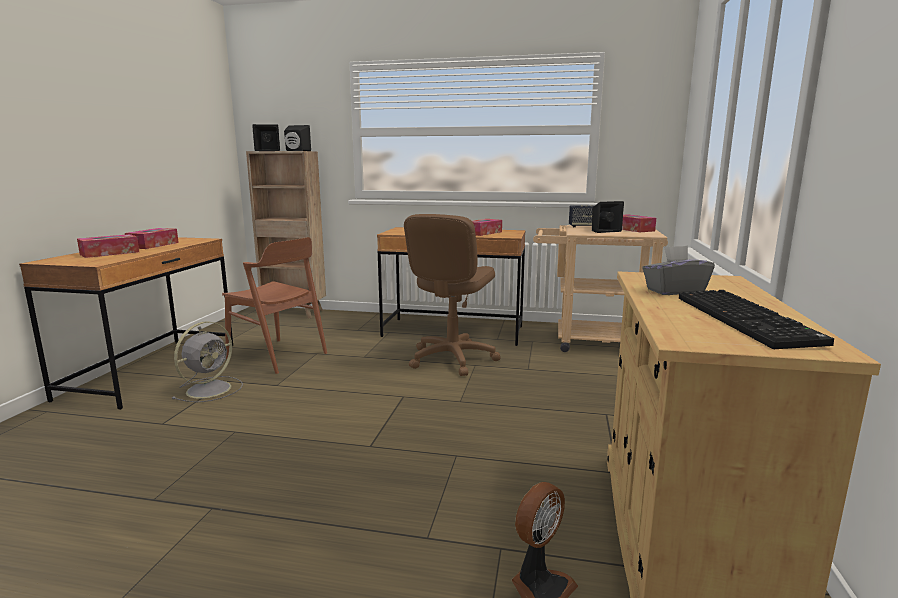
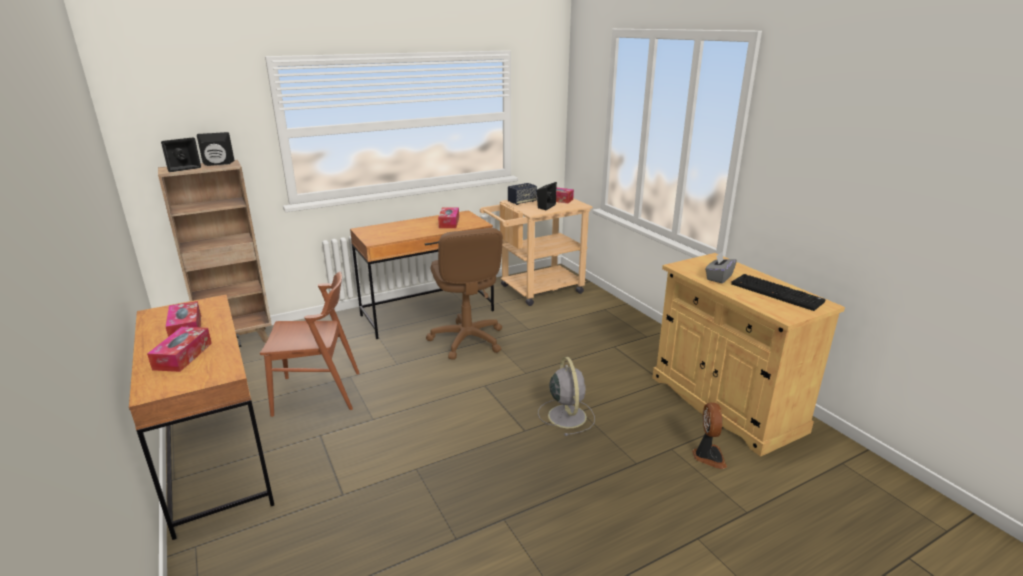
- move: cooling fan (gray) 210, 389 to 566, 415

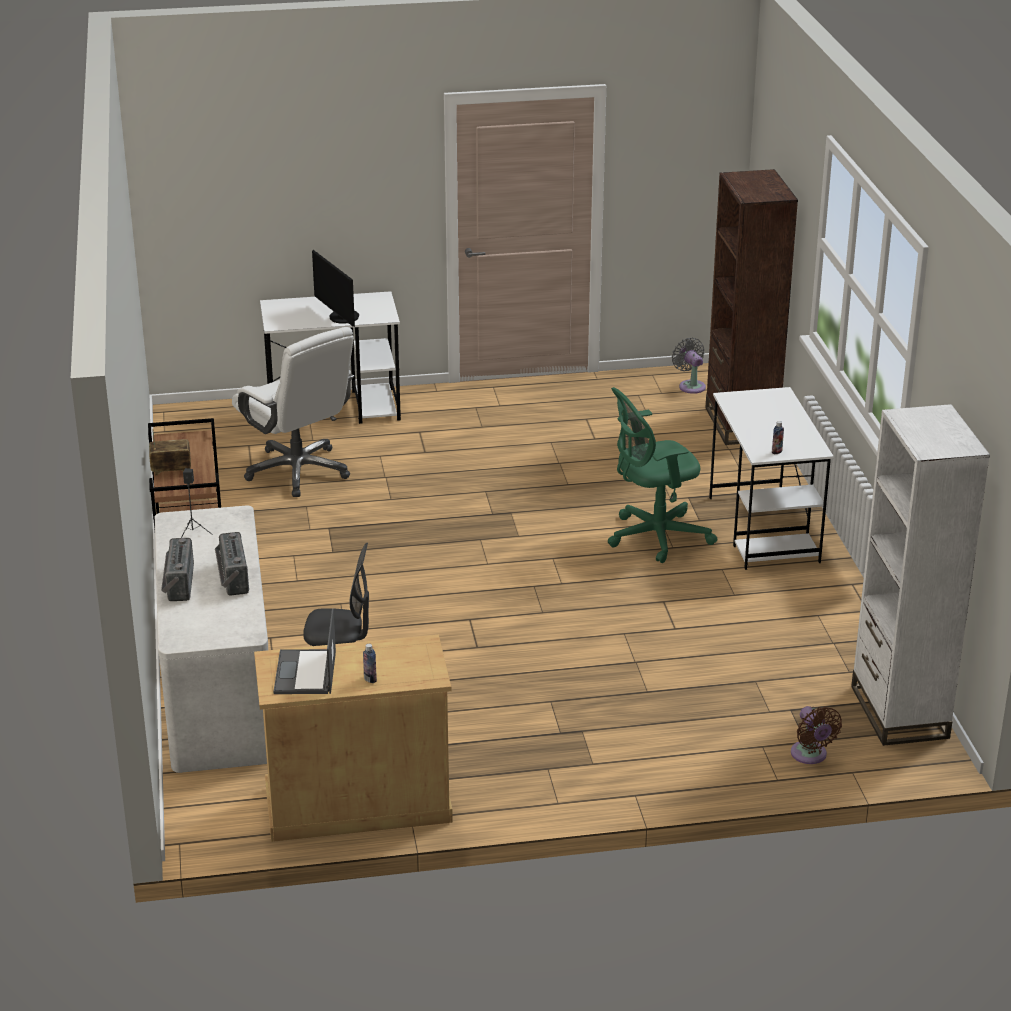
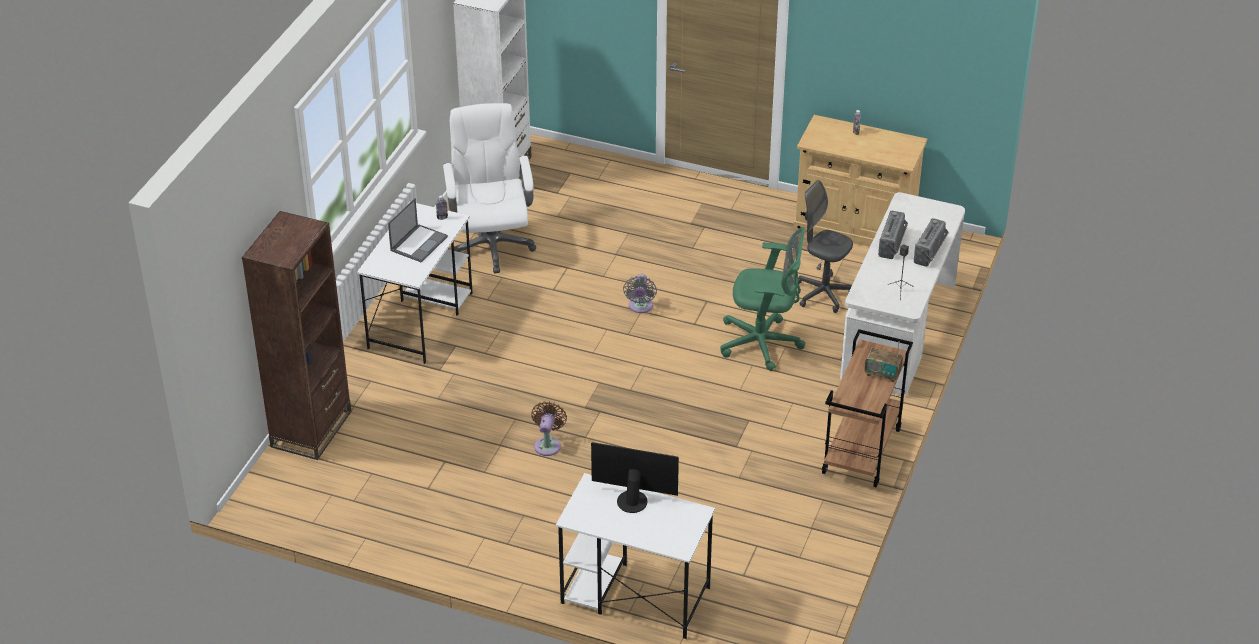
- rotate: computer display 341, 318 = 632, 499 75 degrees counterclockwise
- move: desk chair (whitish) 298, 471 to 491, 245
- move: cooling fan (gray) 690, 386 to 640, 307
- move: desk chair (greenish) 654, 537 to 763, 343
- move: portable computer 305, 673 to 419, 243
- move: cooling fan (brown) 810, 755 to 548, 444

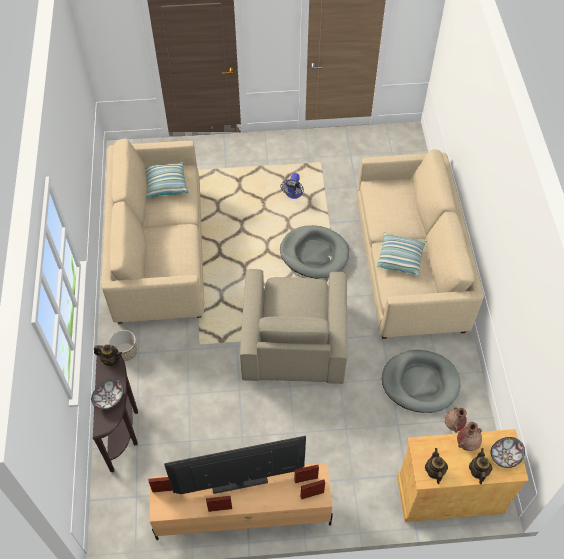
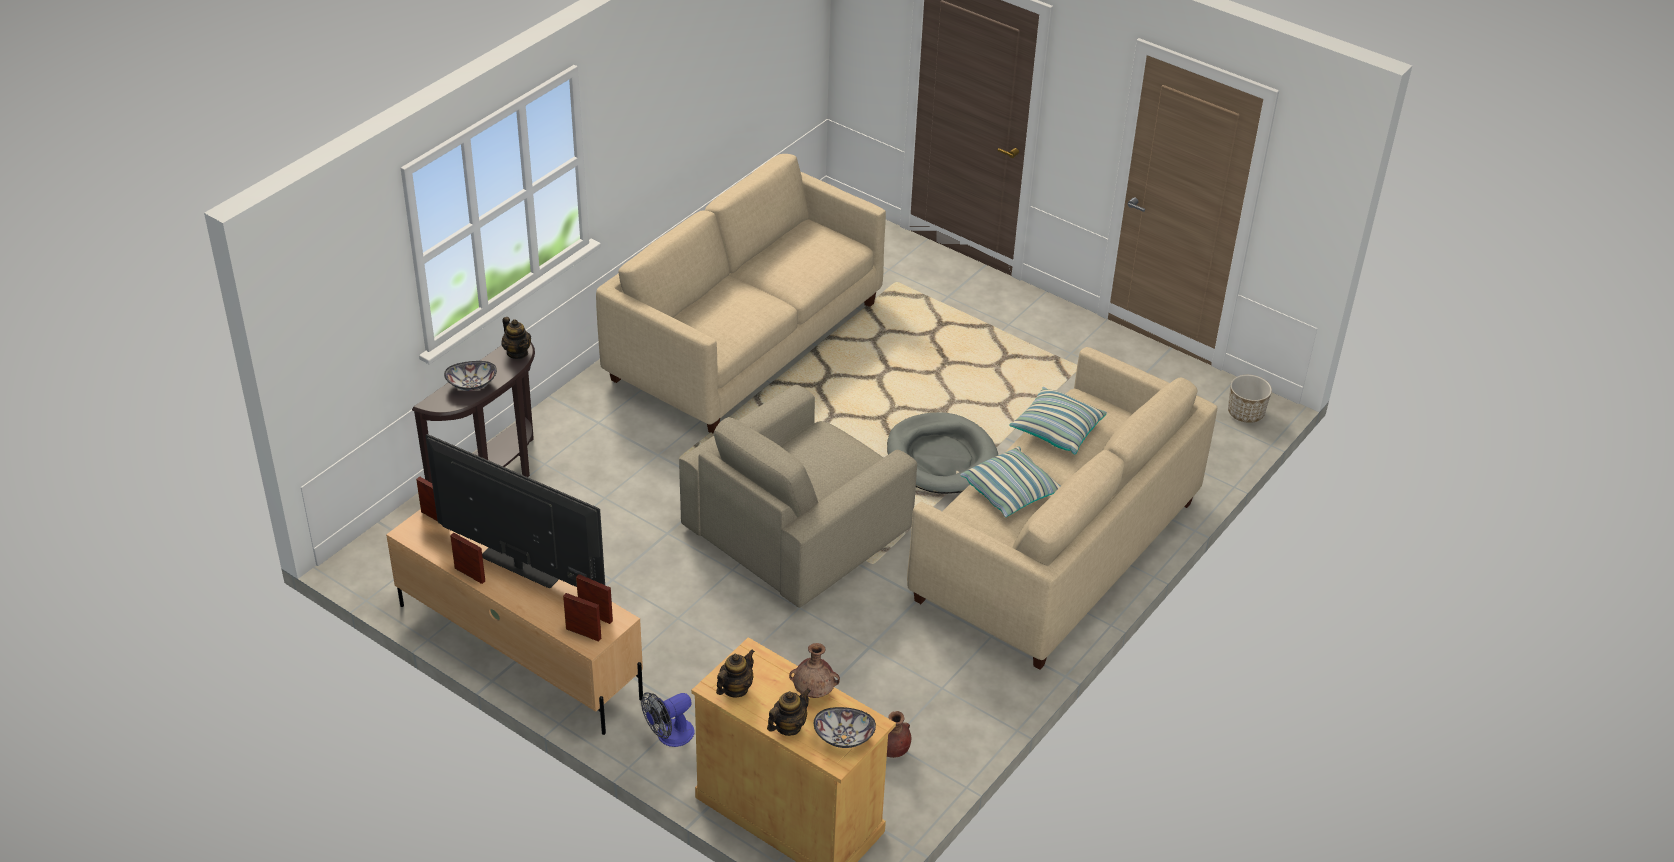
- move: pillow 166, 185 to 1056, 430
- move: cooling fan 293, 195 to 669, 736
- move: planter 125, 351 to 1245, 413
- delete: dog cushion (gray) 420, 382

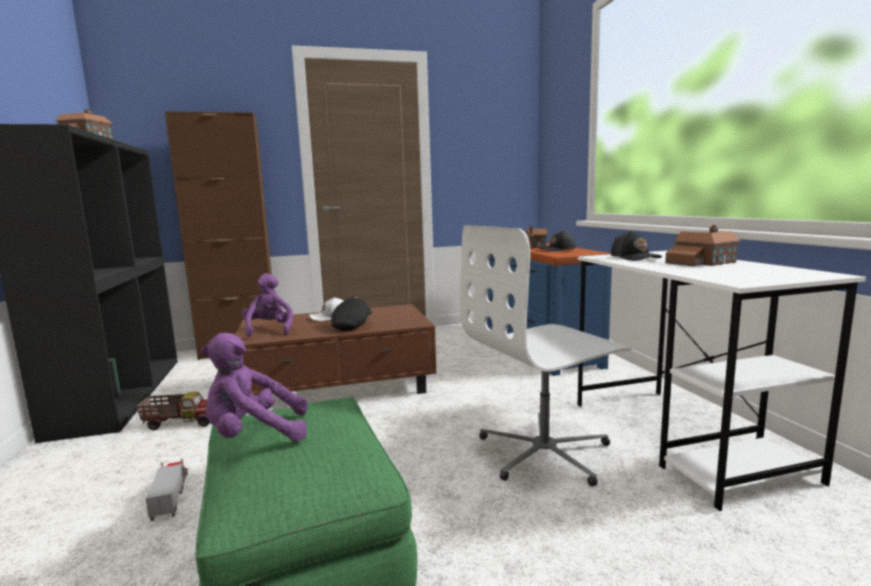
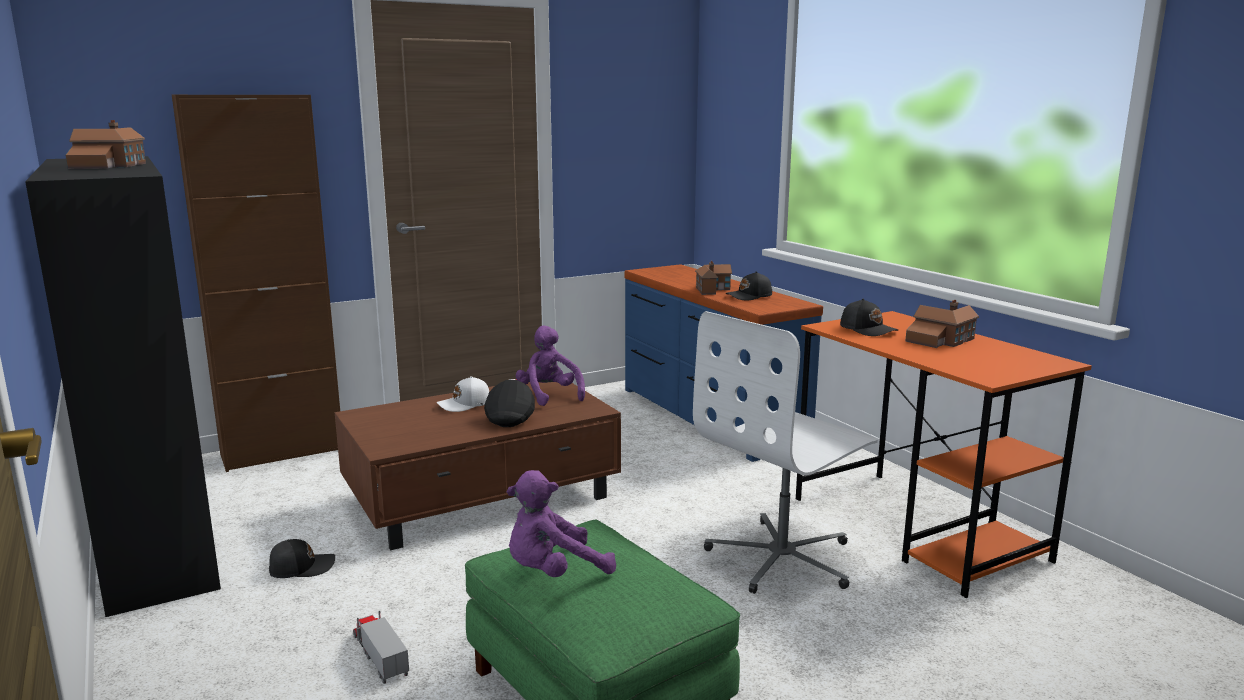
- recolor: desk (whitish) 683, 439 to desk (orange-coloured) 917, 529
- move: plush toy (purplish) 269, 330 to 549, 395
- replace: toy truck 182, 422 to baseball cap (blackish) 301, 567

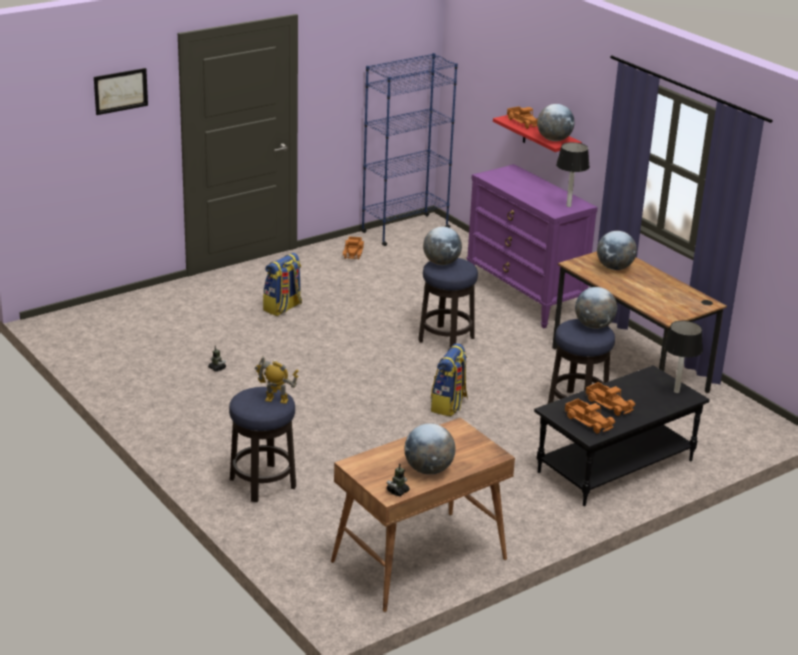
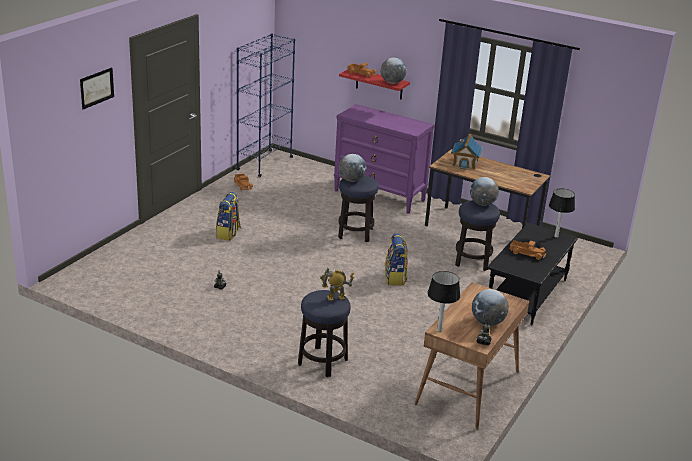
- move: tabletop lamp 568, 206 to 439, 330
- replace: world globe 614, 268 to toy house 465, 163
- delete: toy truck 589, 421

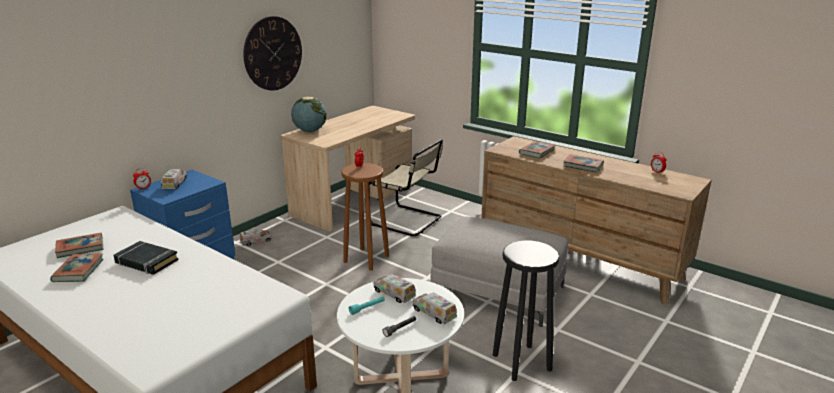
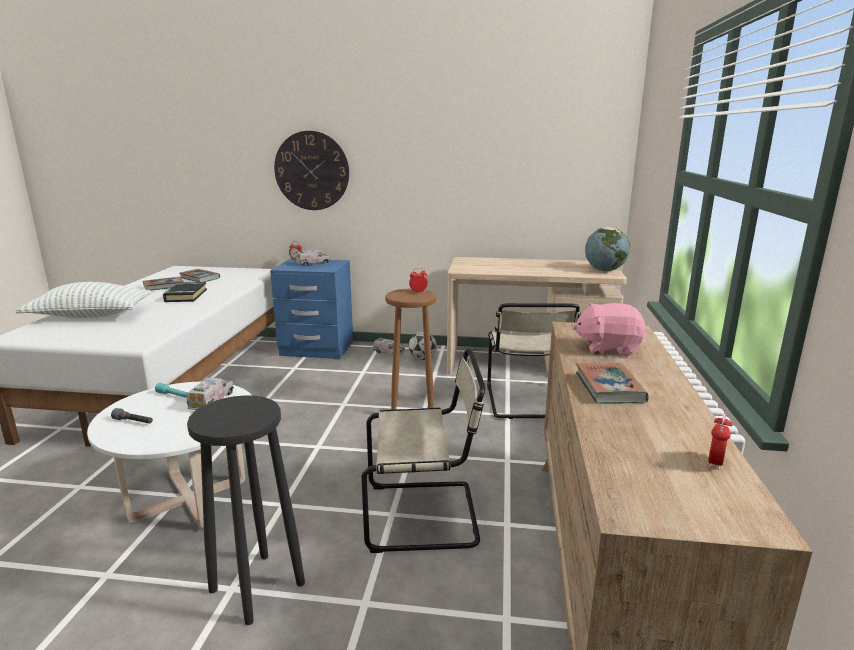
- move: clock on the wall 273, 53 to 312, 171
- move: world globe 310, 130 to 604, 270
- replace: book 536, 152 to plush toy (pinkish) 608, 348
- replace: footrest (gray) 498, 291 to chair (beige-coloured) 426, 515
- delete: toy truck 434, 313
- insert: pillow 90, 316
- insert: ball for football 422, 359

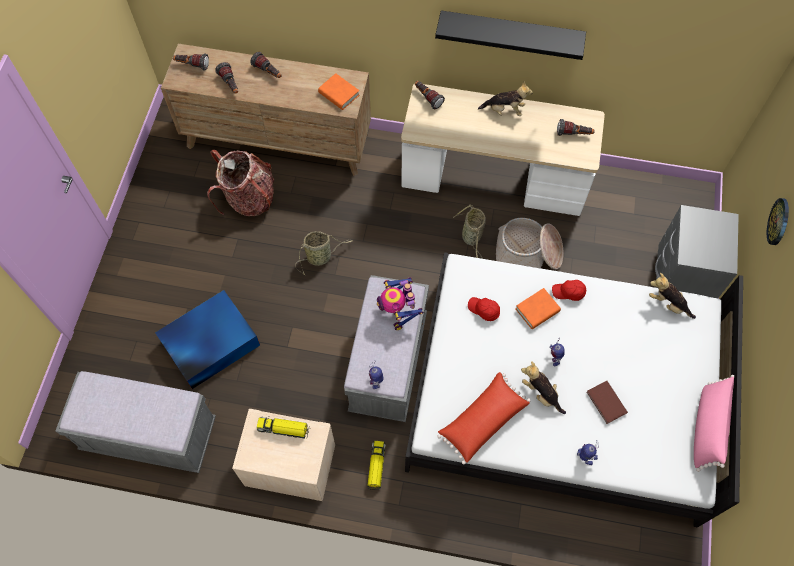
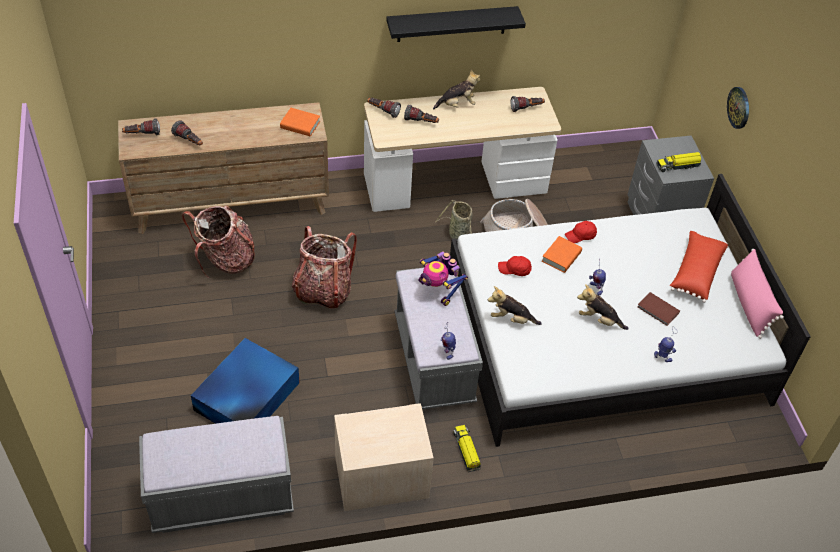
- move: torch 268, 72 to 421, 122
- replace: household basket 320, 257 to rucksack 323, 290
- move: plush toy 668, 304 to 511, 319
- move: pillow (red-coloured) 482, 420 to 695, 272
- move: toy truck 284, 429 to 678, 165

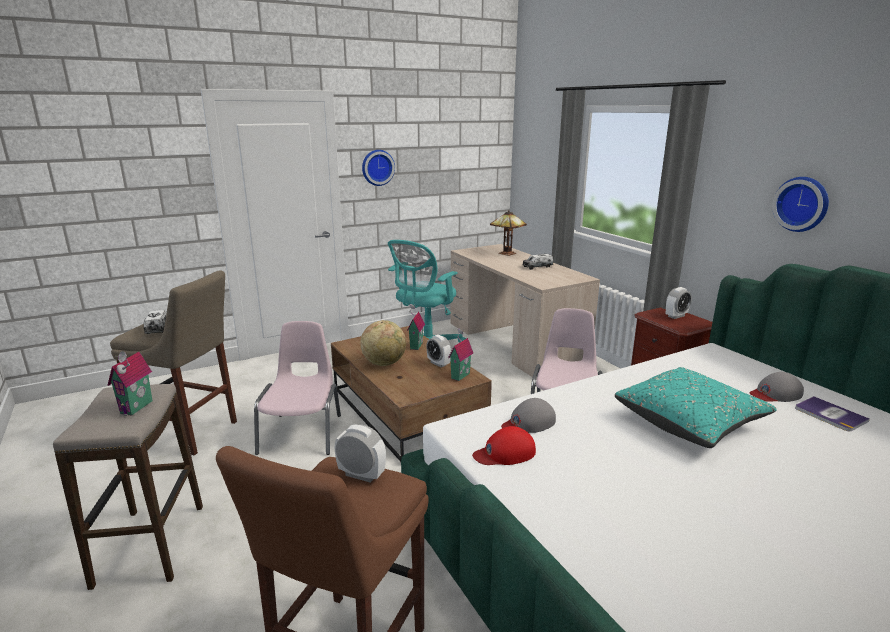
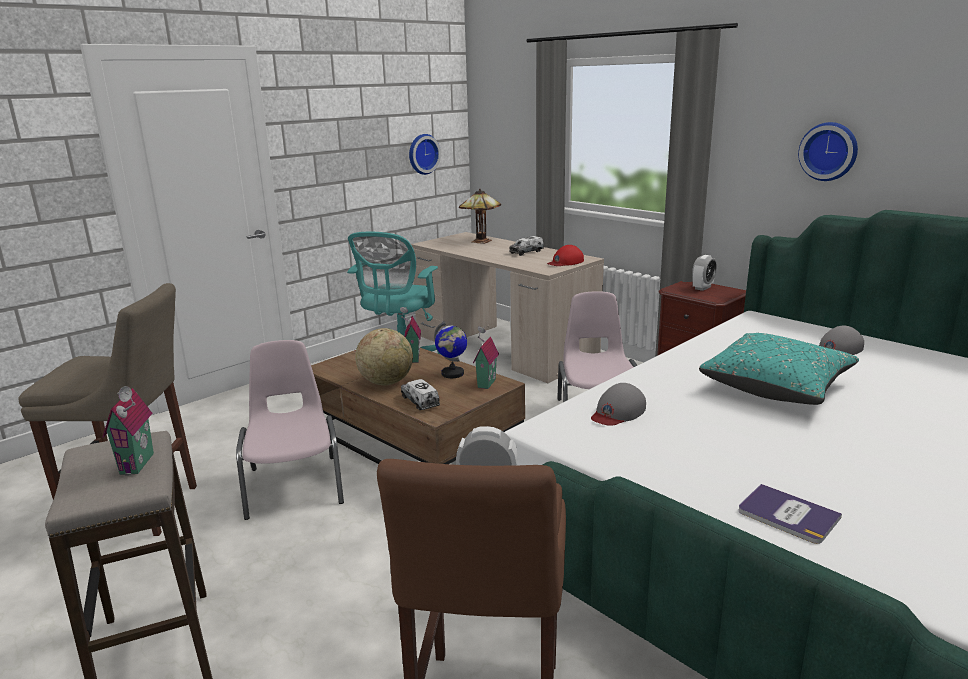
- move: clock on the wall 377, 167 to 422, 154
- move: toy truck 158, 328 to 420, 401
- replace: bedside clock 438, 363 to world globe 452, 374
- move: book 830, 414 to 788, 515
- move: baseball cap (red-coloured) 505, 453 to 565, 262

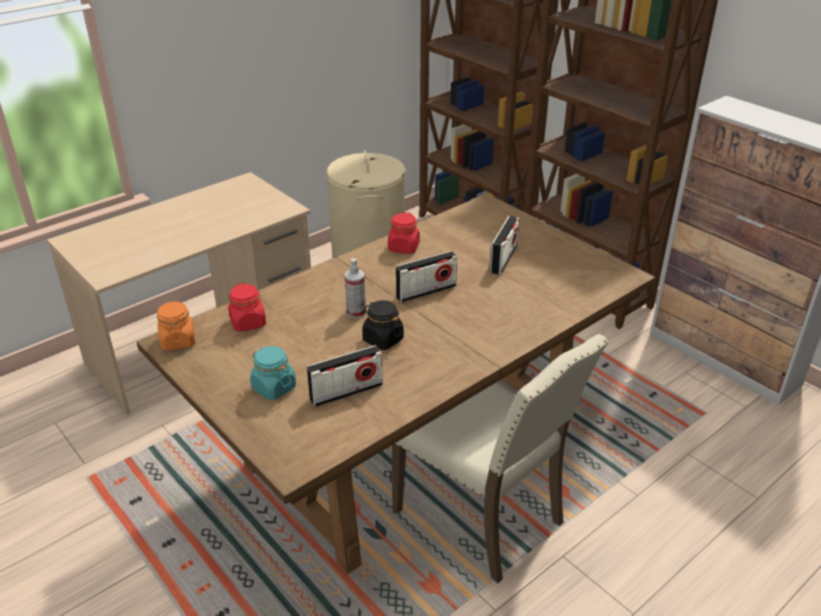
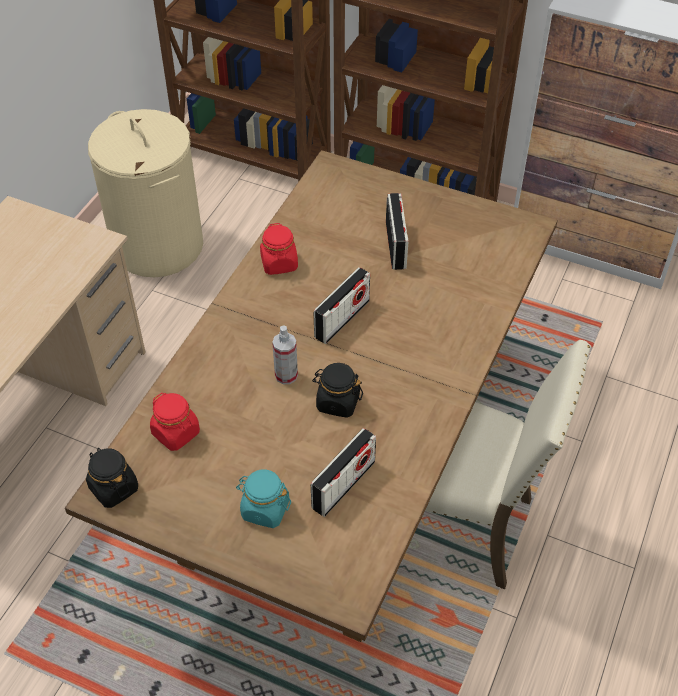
- recolor: preserve jar (orange-coloured) 178, 341 to preserve jar (blackish) 113, 488

